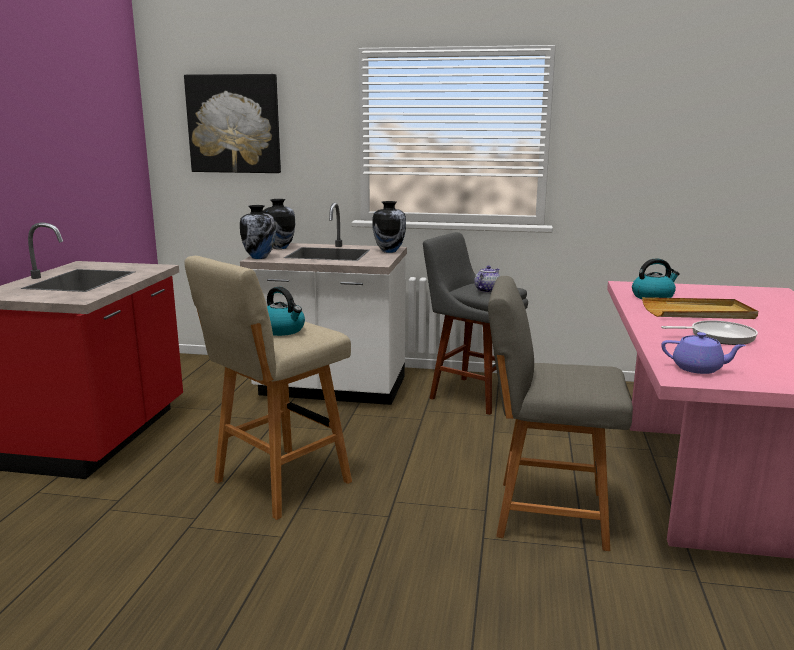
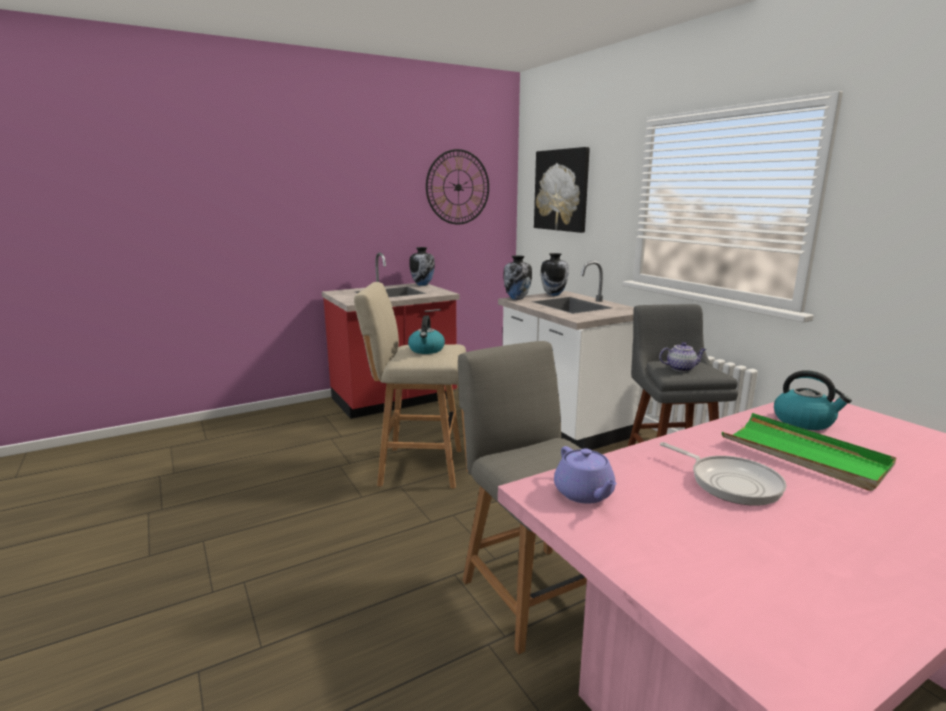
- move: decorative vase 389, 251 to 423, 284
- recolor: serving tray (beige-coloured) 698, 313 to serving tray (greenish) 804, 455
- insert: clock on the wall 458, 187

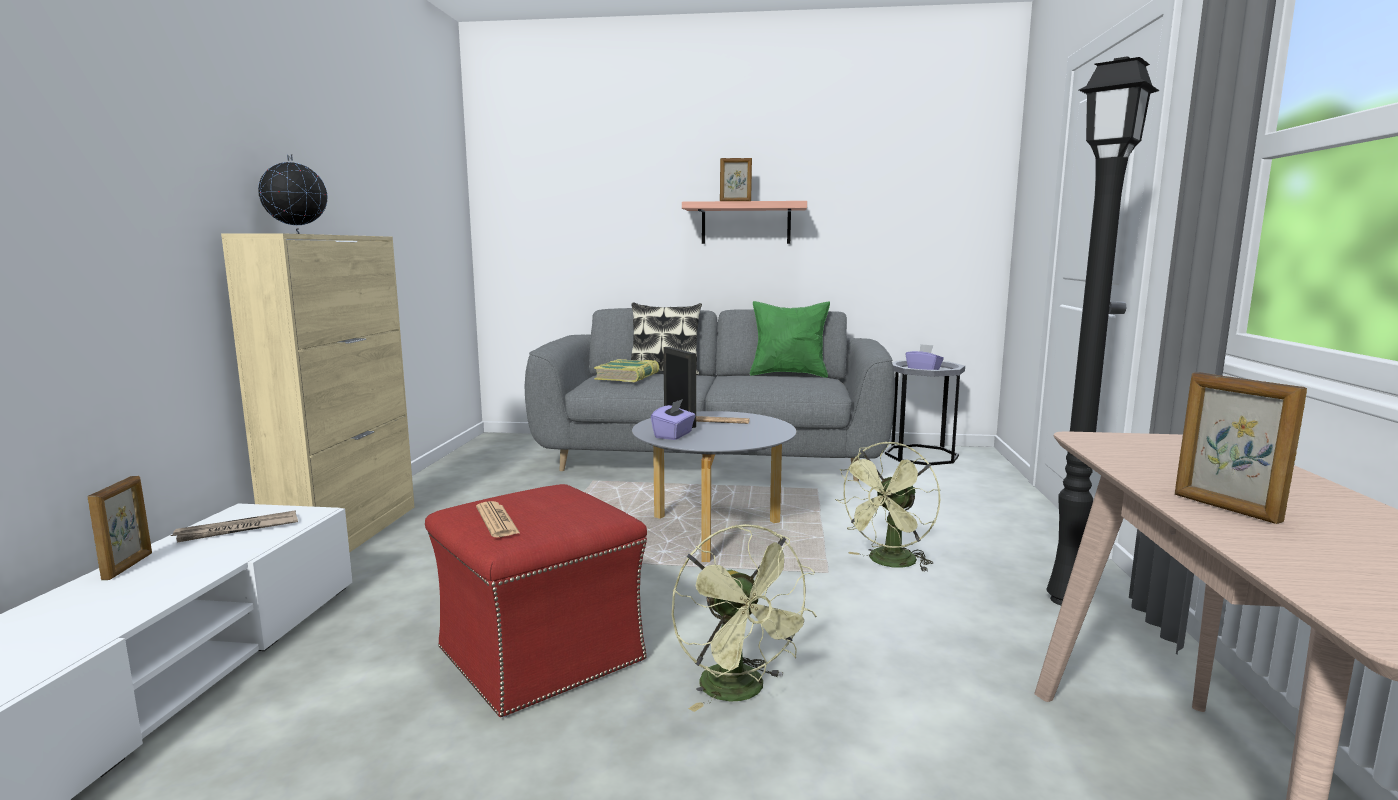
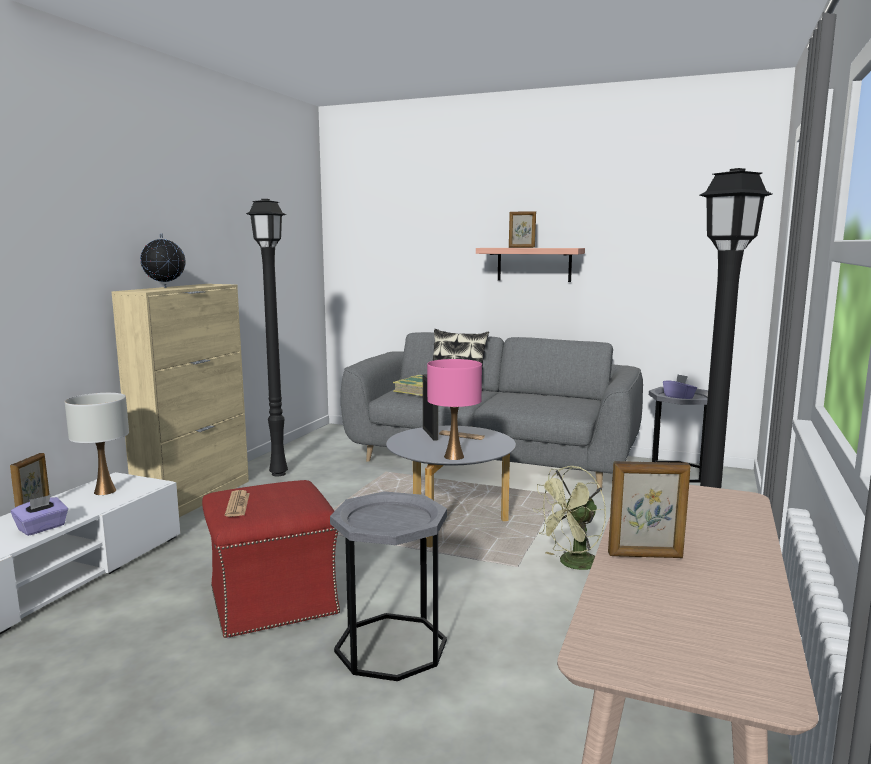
- delete: pillow (greenish) 789, 374
- rotate: picture frame 1225, 508 = 645, 556 75 degrees counterclockwise
- move: tissue box (purplish) 674, 435 to 42, 528
- replace: daily paper 237, 530 to tabletop lamp (whitish) 104, 491
- replace: cooling fan (greenish) 741, 691 to side table (gray) 391, 646
- insert: floor lamp (blackish) 280, 473
- insert: tabletop lamp (pinkish) 454, 457

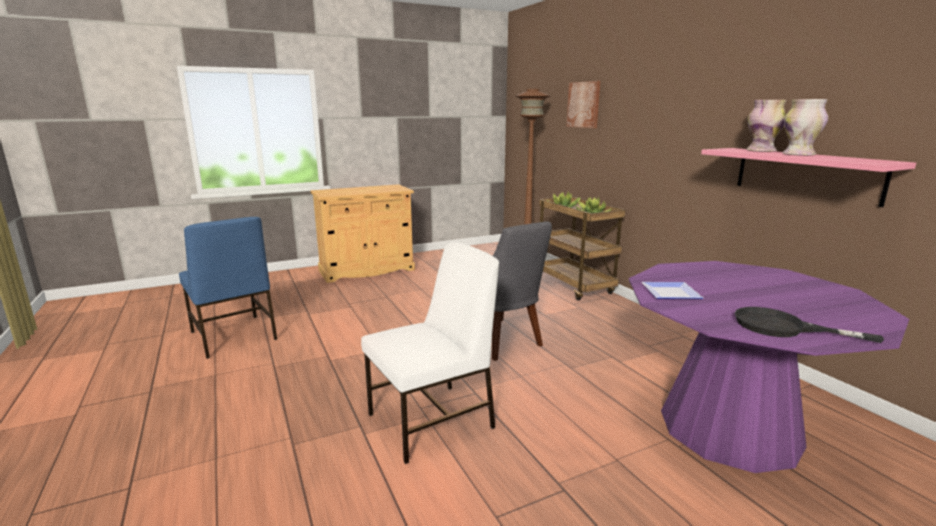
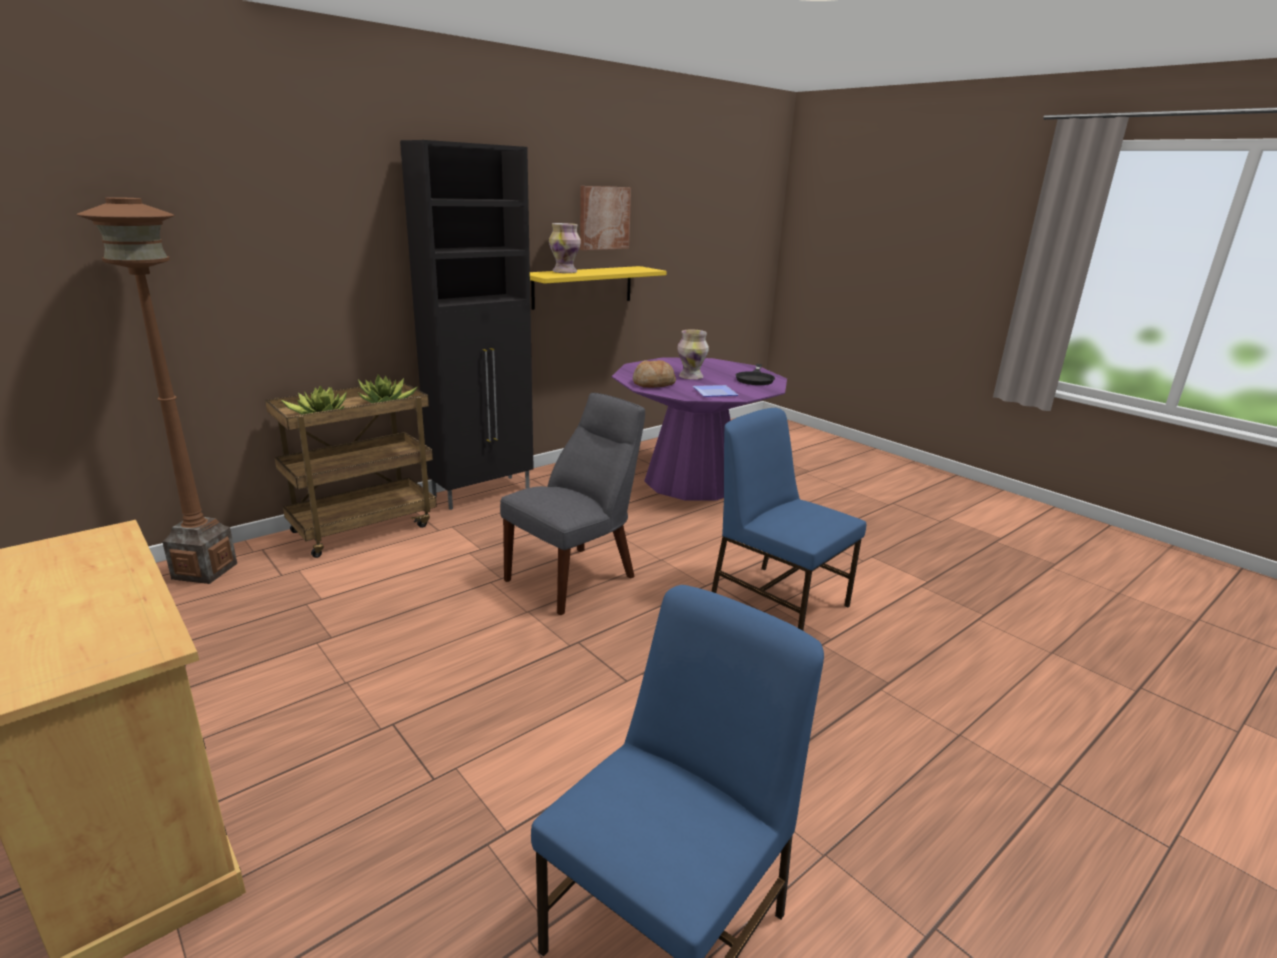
- move: wall picture 584, 104 to 604, 218
- move: decorative vase 798, 154 to 691, 377
- recolor: bracket shelf (pinkish) 806, 174 to bracket shelf (yellow-coloured) 583, 287
- recolor: chair (whitish) 433, 420 to chair (blue) 777, 601
- insert: storage cabinet (blackish) 483, 492
- insert: baked bread 653, 384

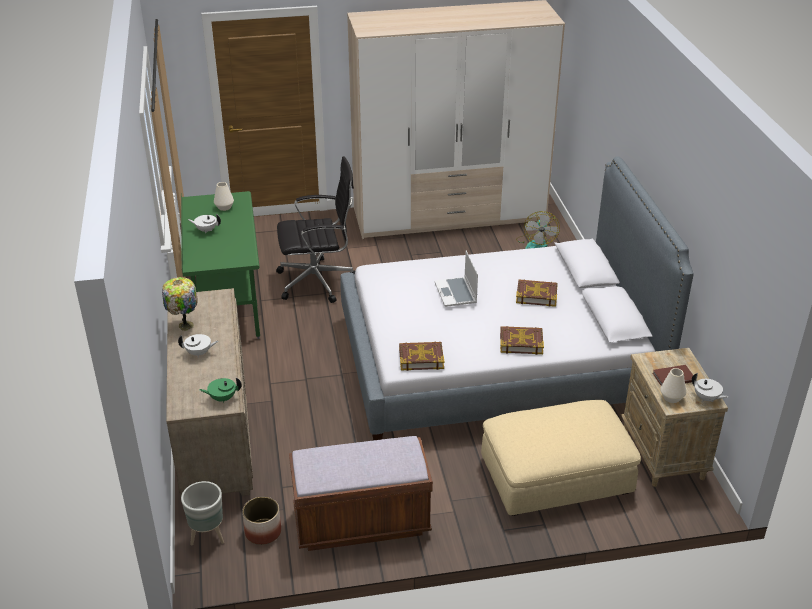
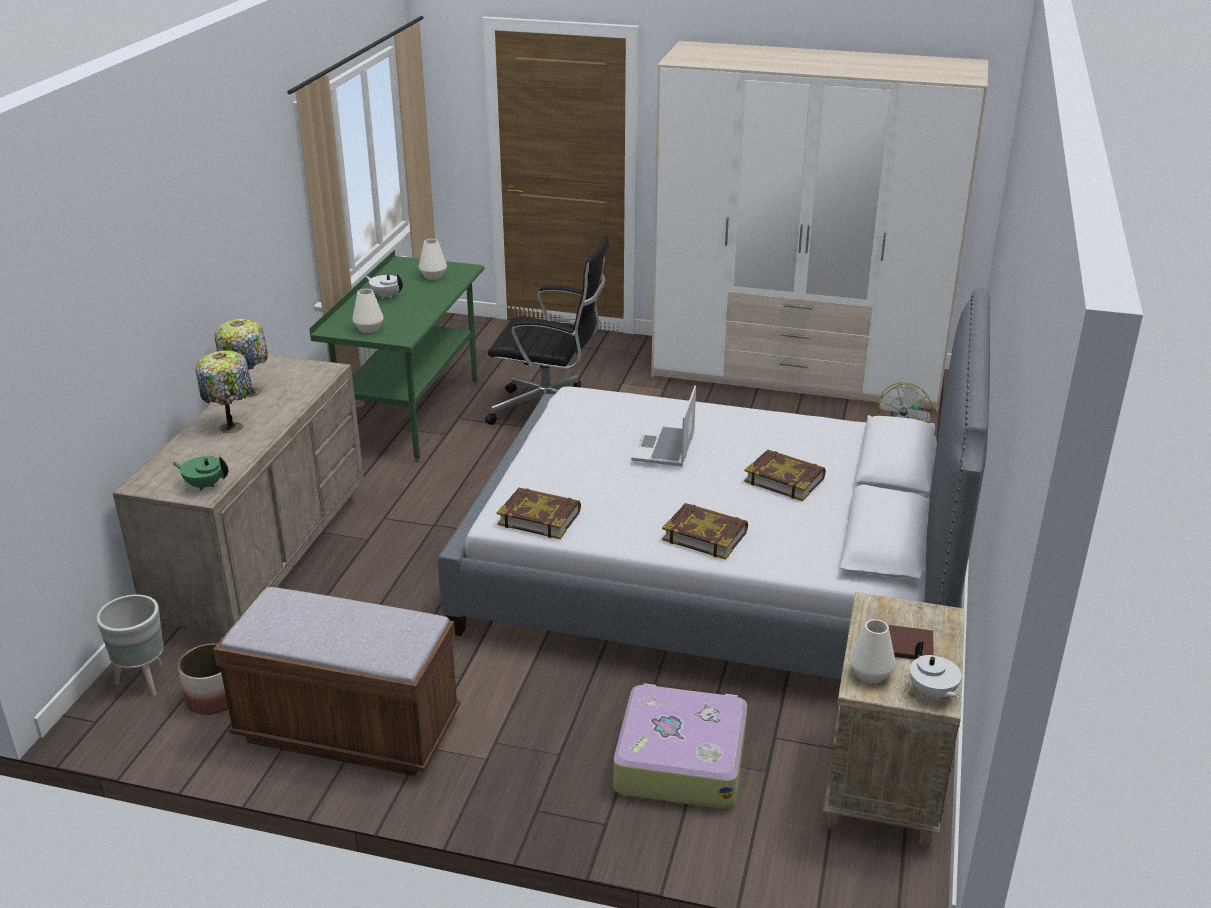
- replace: teapot (whitish) 199, 353 to tabletop lamp 232, 426
- replace: footrest (beige-coloured) 556, 476 to piece of luggage 680, 760
- insert: decorative vase (whitish) 369, 329

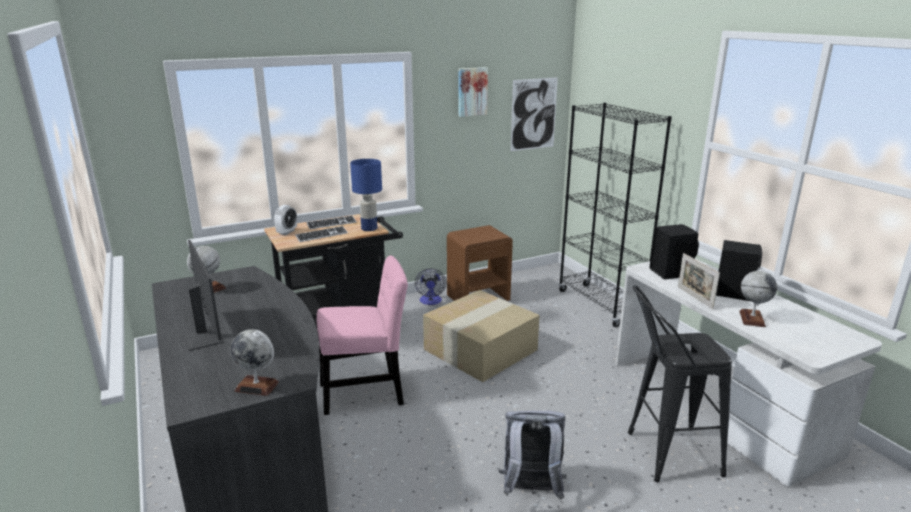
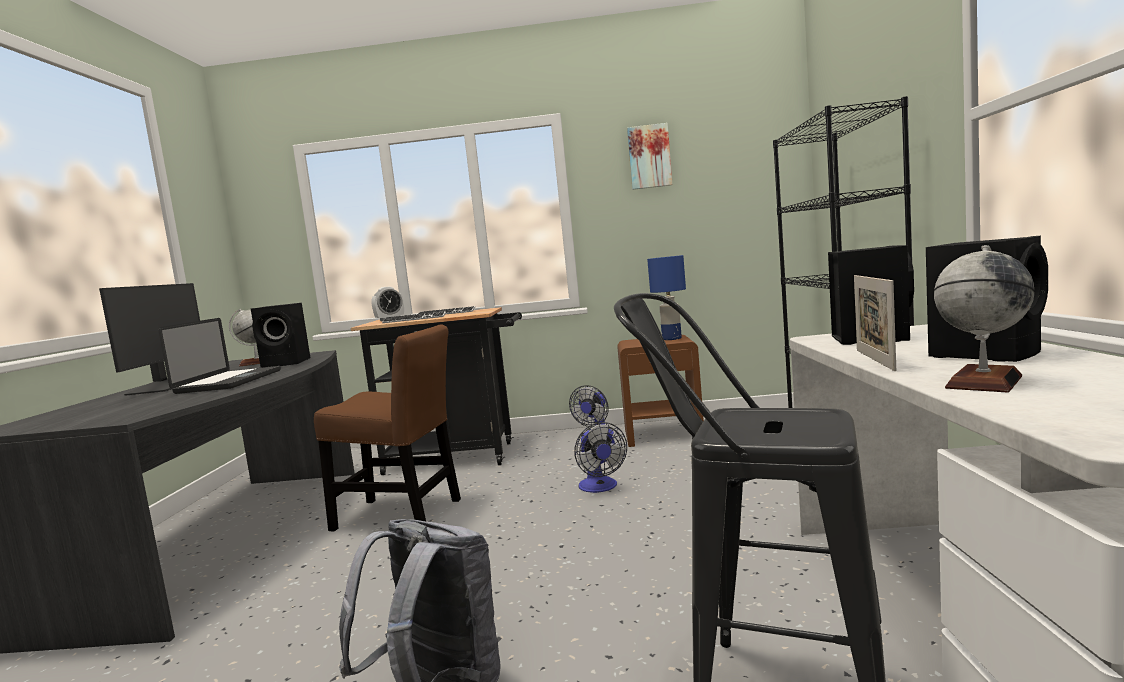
- delete: wall picture 533, 114
- move: tabletop lamp (blue) 369, 229 to 671, 339
- recolor: chair (pinkish) 366, 392 to chair (brown) 403, 515
- replace: packing box 480, 348 to cooling fan 600, 487
- delete: world globe 257, 386
- insert: loudspeaker (blackish) 288, 363
- insert: portable computer 230, 381

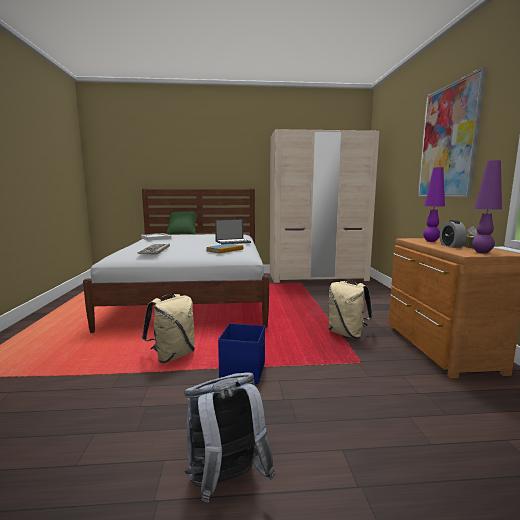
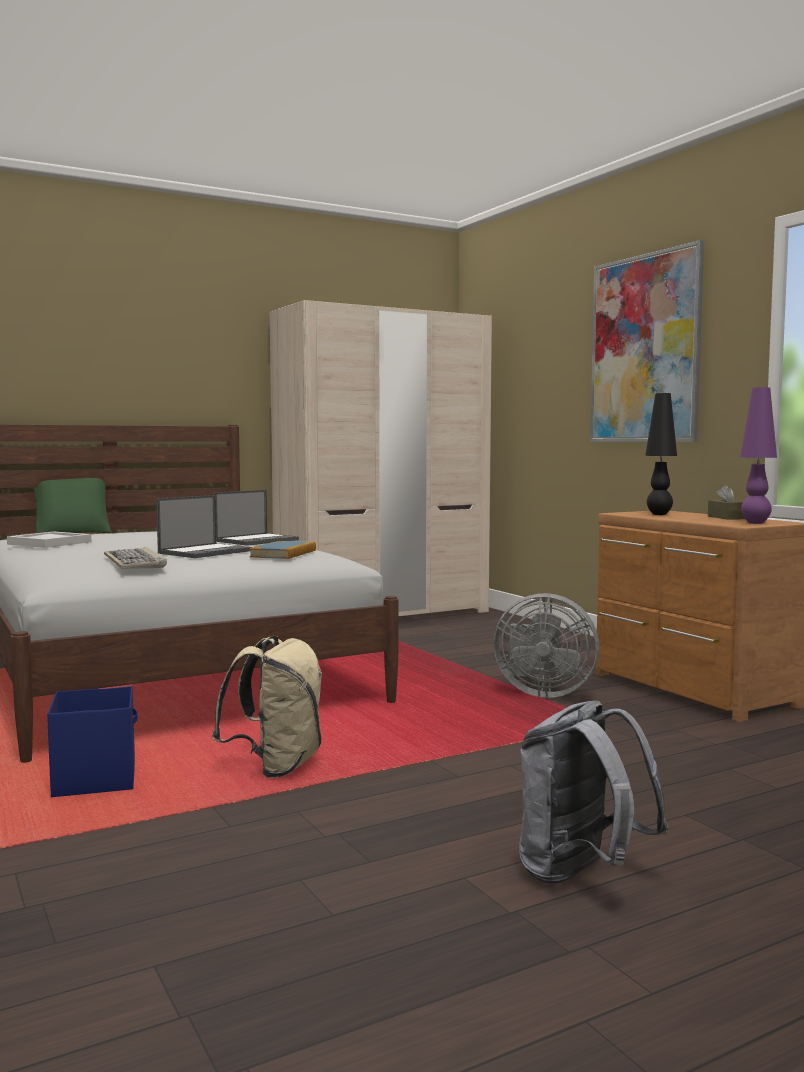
- recolor: tabletop lamp (purplish) 430, 241 to tabletop lamp (blackish) 659, 514
- delete: bedside clock 451, 246
- replace: rucksack (beige-coloured) 347, 334 to cooling fan (gray) 543, 693
- move: storage box (blue) 243, 371 to 96, 780
- insert: portable computer 206, 552

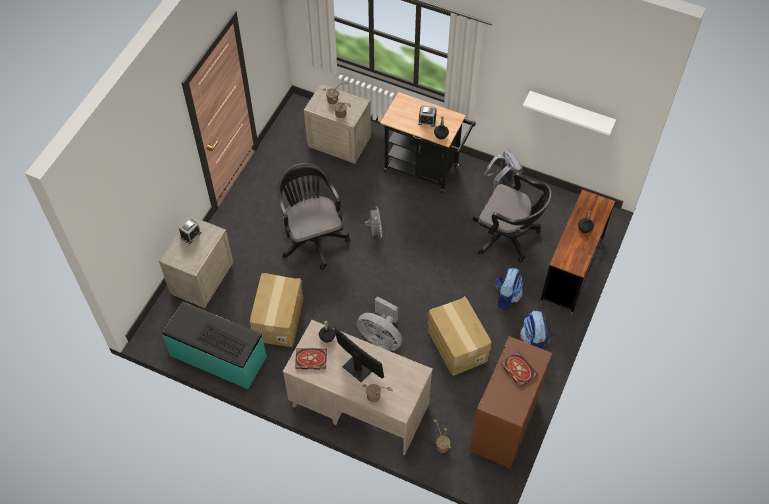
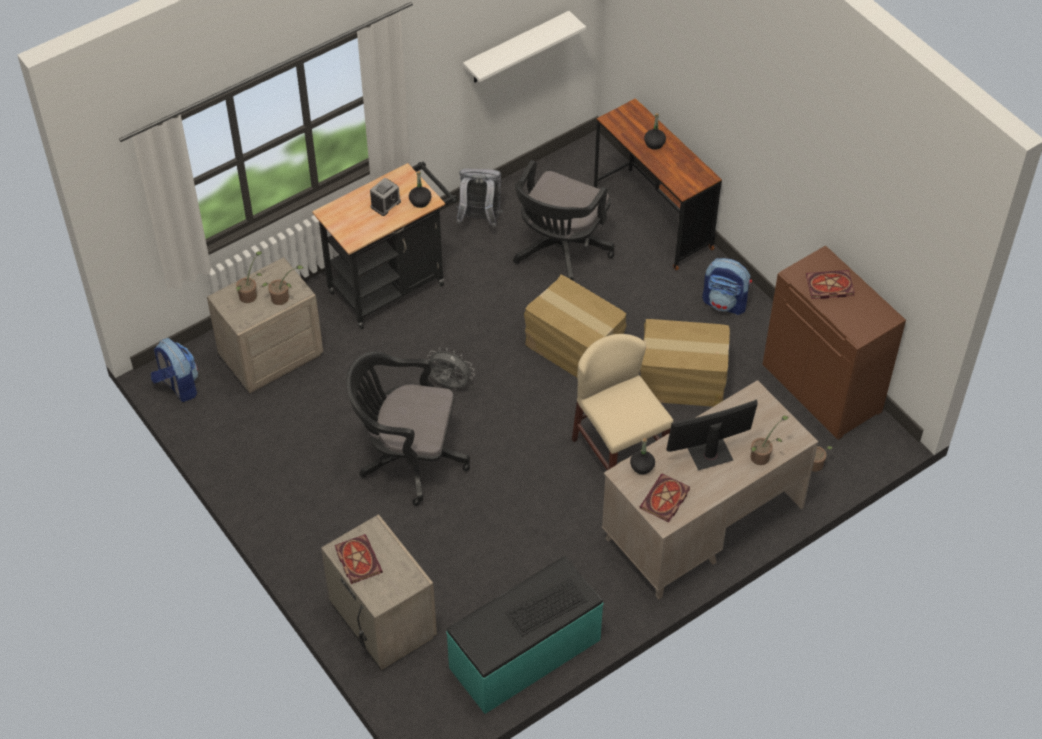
- rotate: desk chair (blackish) 508, 236 = 559, 252 150 degrees clockwise
- replace: bedside clock 191, 235 to book 357, 559
- move: rucksack 506, 296 to 178, 386
- move: packing box 278, 319 to 573, 347
- replace: cooling fan (gray) 381, 337 to chair (beige-coloured) 618, 454

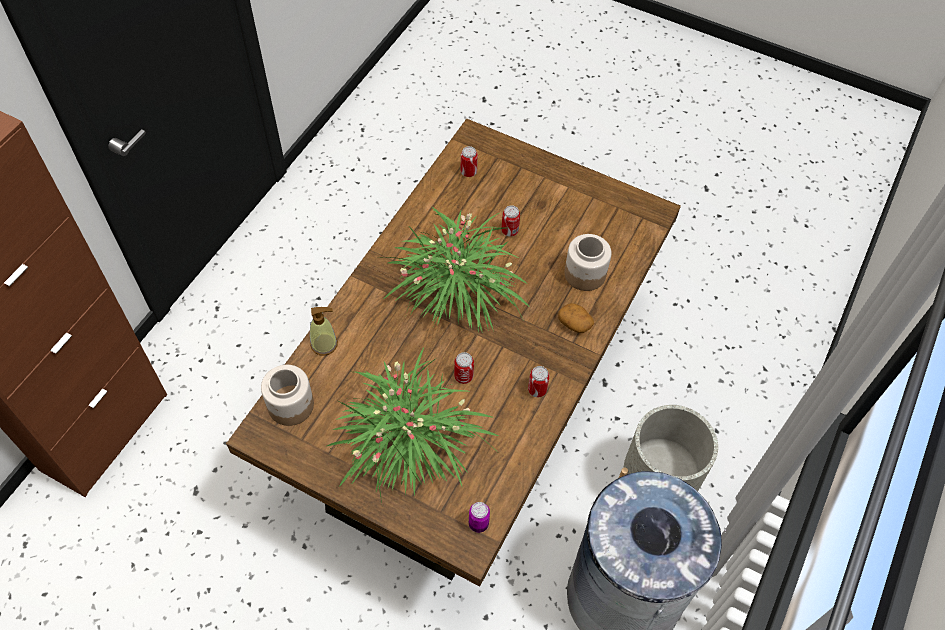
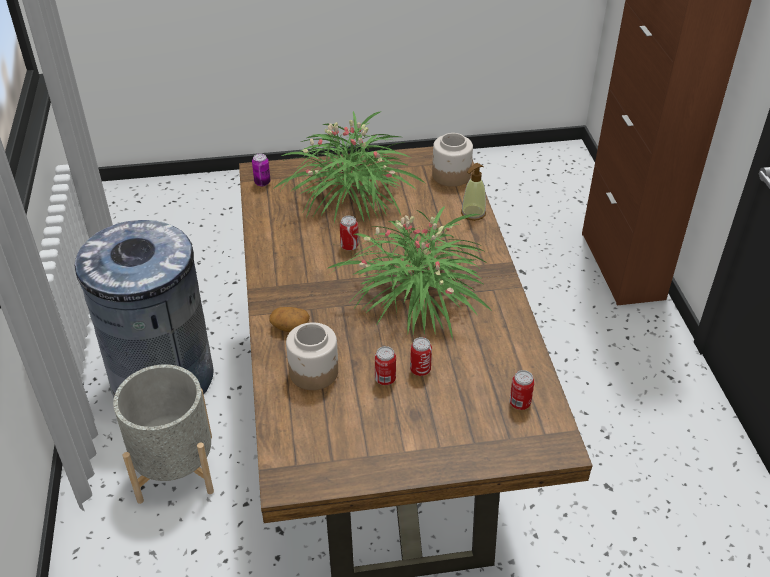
- move: sealed can 537, 390 to 385, 379

